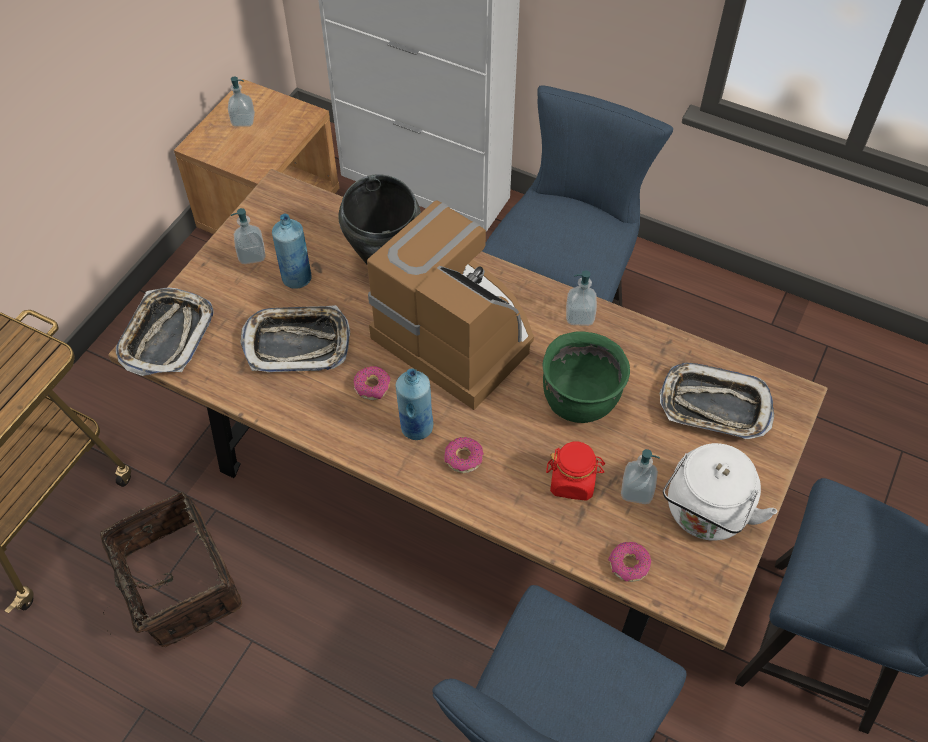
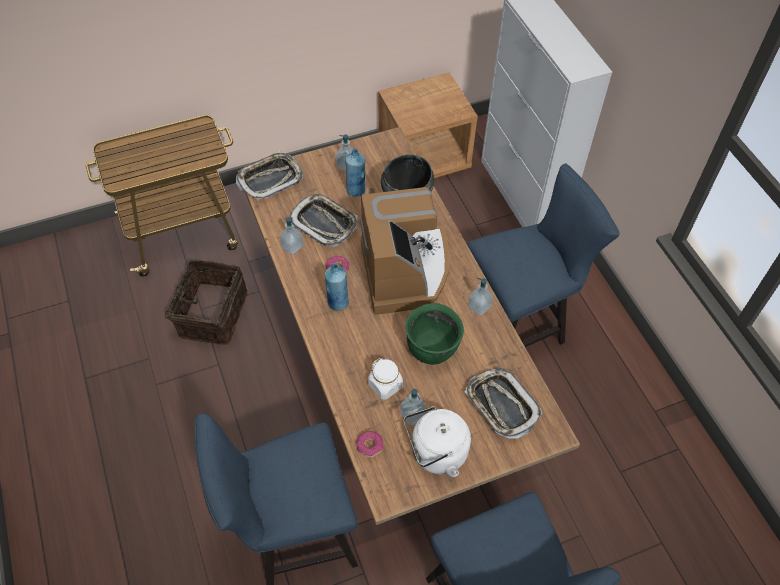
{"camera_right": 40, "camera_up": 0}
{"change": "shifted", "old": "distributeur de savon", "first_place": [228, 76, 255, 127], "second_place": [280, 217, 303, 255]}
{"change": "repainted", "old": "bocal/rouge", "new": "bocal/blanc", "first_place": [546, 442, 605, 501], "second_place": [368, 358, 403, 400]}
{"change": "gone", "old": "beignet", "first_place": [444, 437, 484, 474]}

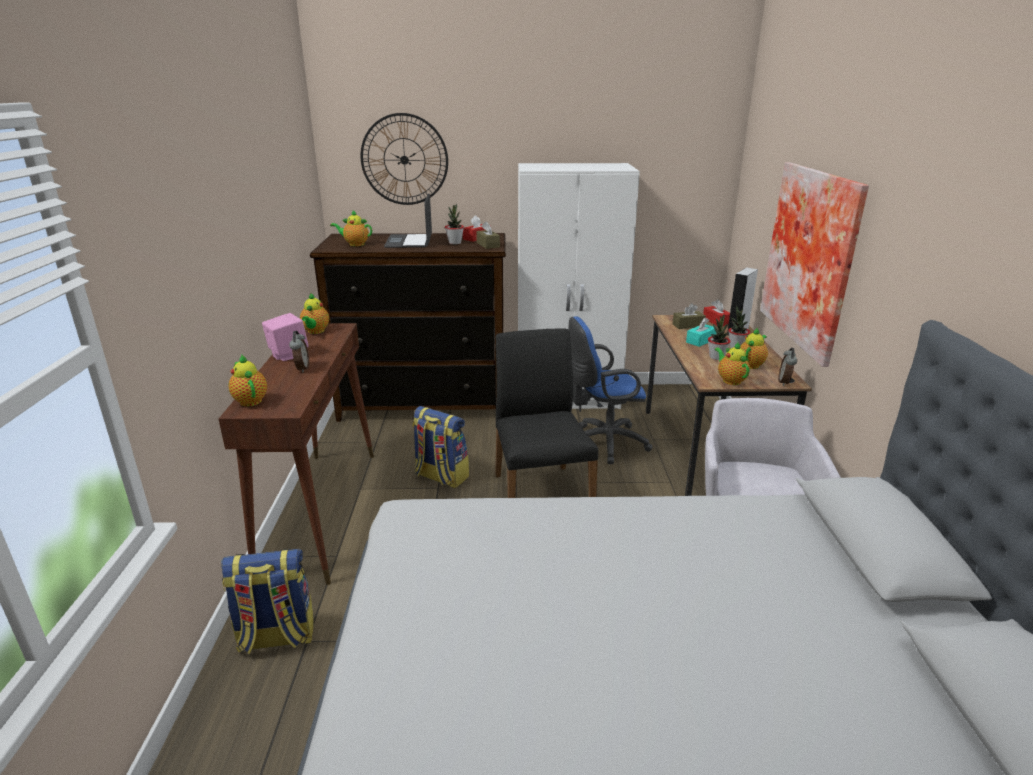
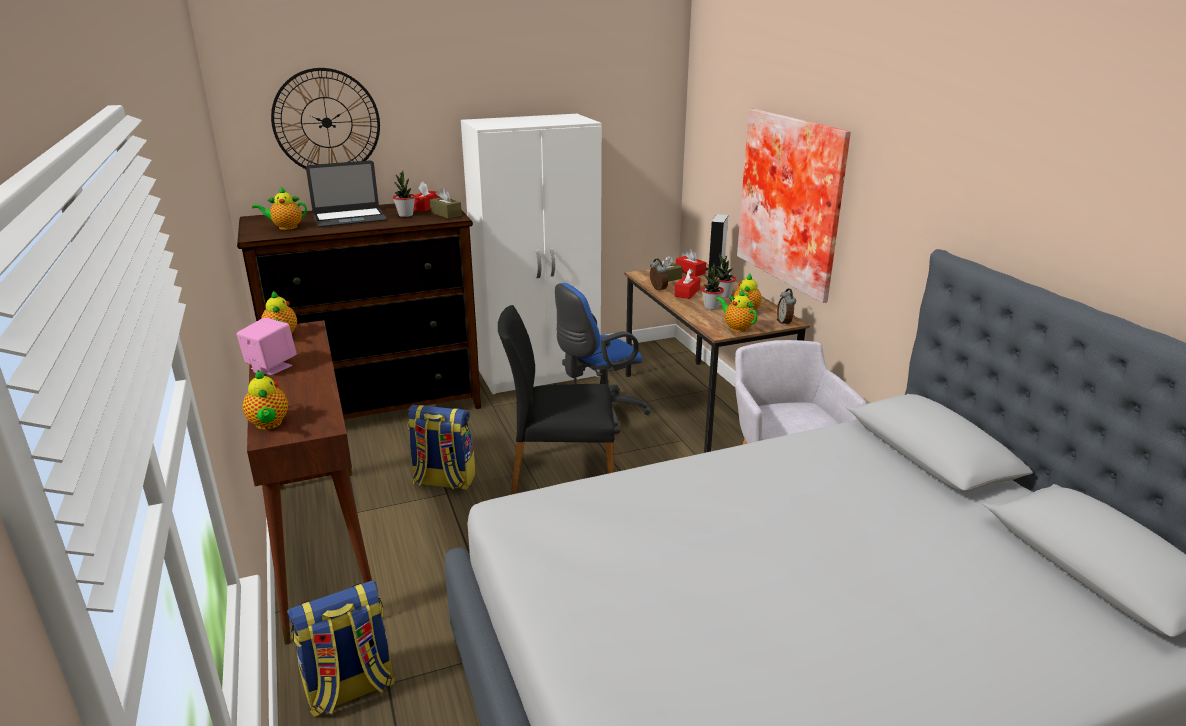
{"camera_right": -20, "camera_up": 0}
{"change": "rotated", "old": "théière", "first_place": [229, 355, 267, 406], "second_place": [242, 370, 288, 430], "degrees": -150}
{"change": "rotated", "old": "ordinateur portable", "first_place": [384, 193, 432, 248], "second_place": [306, 161, 387, 227], "degrees": -90}
{"change": "rotated", "old": "chaise/noir", "first_place": [495, 328, 598, 498], "second_place": [498, 305, 615, 495], "degrees": -60}
{"change": "shifted", "old": "réveil", "first_place": [289, 331, 309, 373], "second_place": [650, 258, 668, 292]}
{"change": "repainted", "old": "boîte à mouchoirs/turquoise", "new": "boîte à mouchoirs/rouge", "first_place": [686, 317, 716, 347], "second_place": [674, 269, 701, 299]}

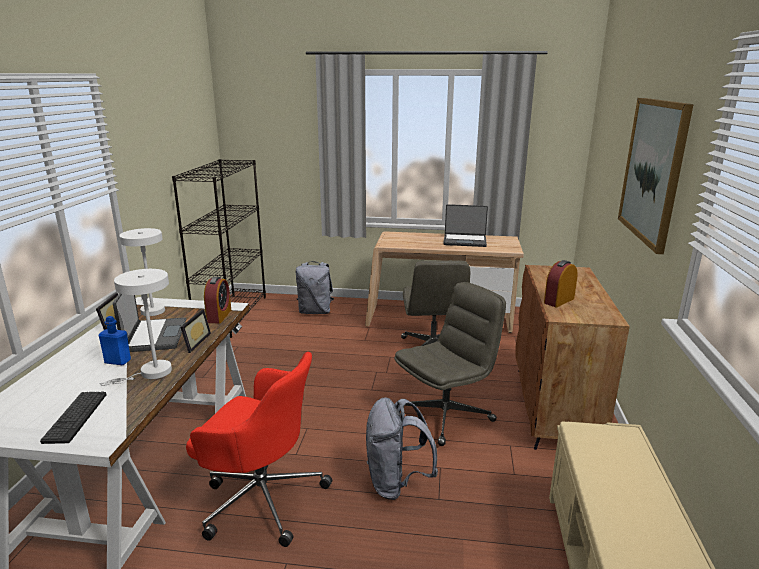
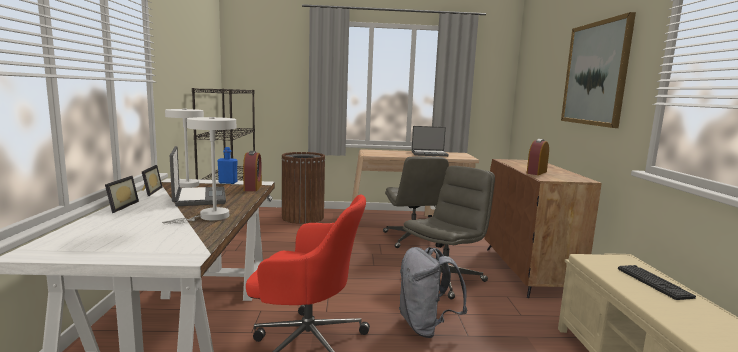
{"camera_right": -10, "camera_up": -10}
{"change": "shifted", "old": "cadre photo", "first_place": [181, 309, 211, 353], "second_place": [105, 176, 139, 213]}
{"change": "shifted", "old": "bouteille/bleu", "first_place": [98, 316, 131, 365], "second_place": [217, 147, 238, 184]}
{"change": "swapped", "old": "sac à dos/gris", "new": "poubelle/marron", "first_place": [295, 261, 334, 314], "second_place": [281, 152, 326, 224]}
{"change": "shifted", "old": "clavier", "first_place": [40, 392, 106, 444], "second_place": [618, 265, 696, 300]}

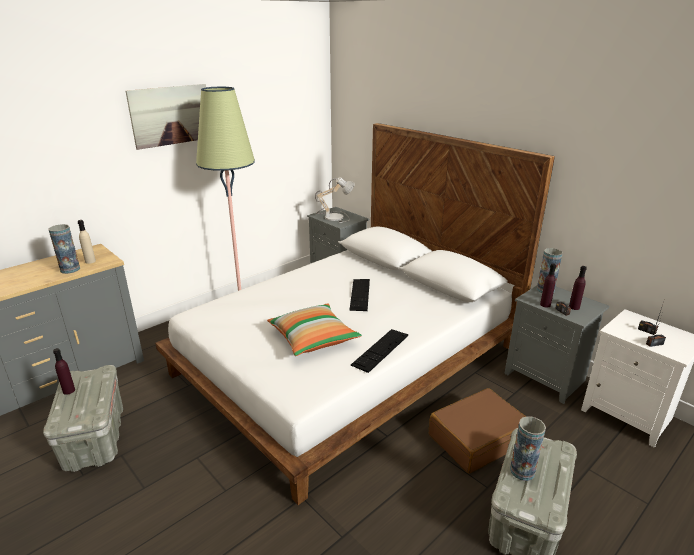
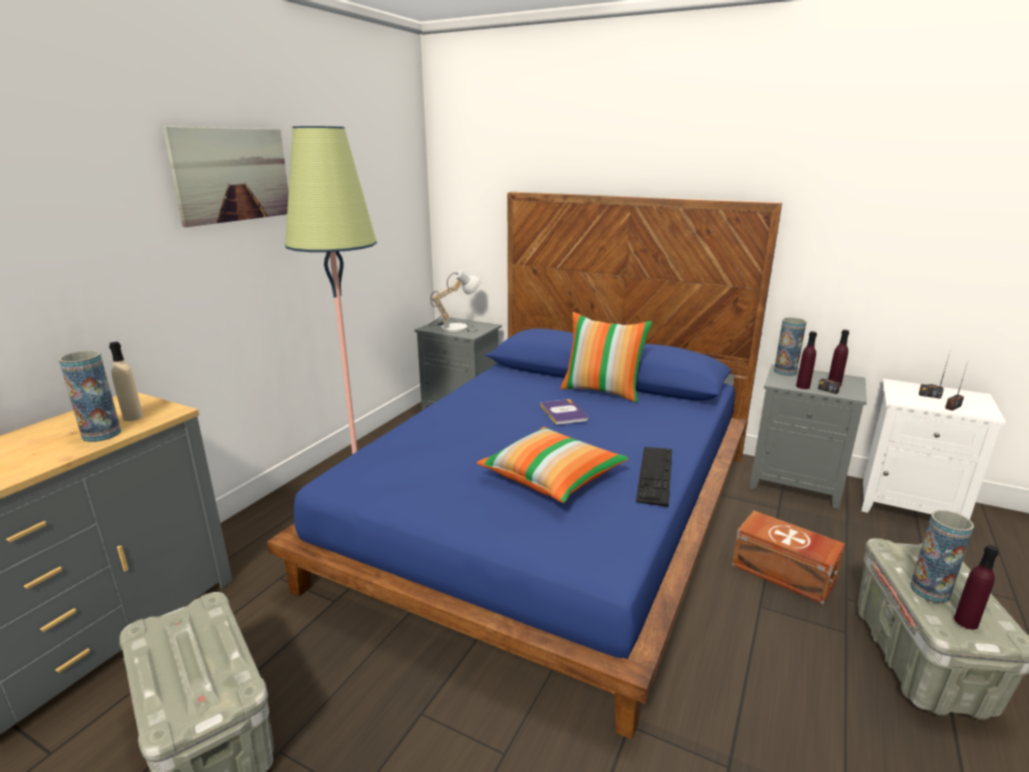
{"camera_right": -20, "camera_up": -5}
{"change": "repainted", "old": "lit/blanc", "new": "lit/bleu", "first_place": [155, 123, 555, 505], "second_place": [267, 192, 782, 740]}
{"change": "swapped", "old": "clavier", "new": "livre", "first_place": [349, 279, 370, 311], "second_place": [540, 399, 588, 425]}
{"change": "new", "new": "coussin", "second_place": [561, 312, 652, 403]}
{"change": "swapped", "old": "valise/marron", "new": "boîte de rangement/marron", "first_place": [429, 388, 526, 474], "second_place": [732, 511, 845, 604]}
{"change": "shifted", "old": "bouteille/violet", "first_place": [53, 348, 75, 395], "second_place": [954, 545, 999, 630]}

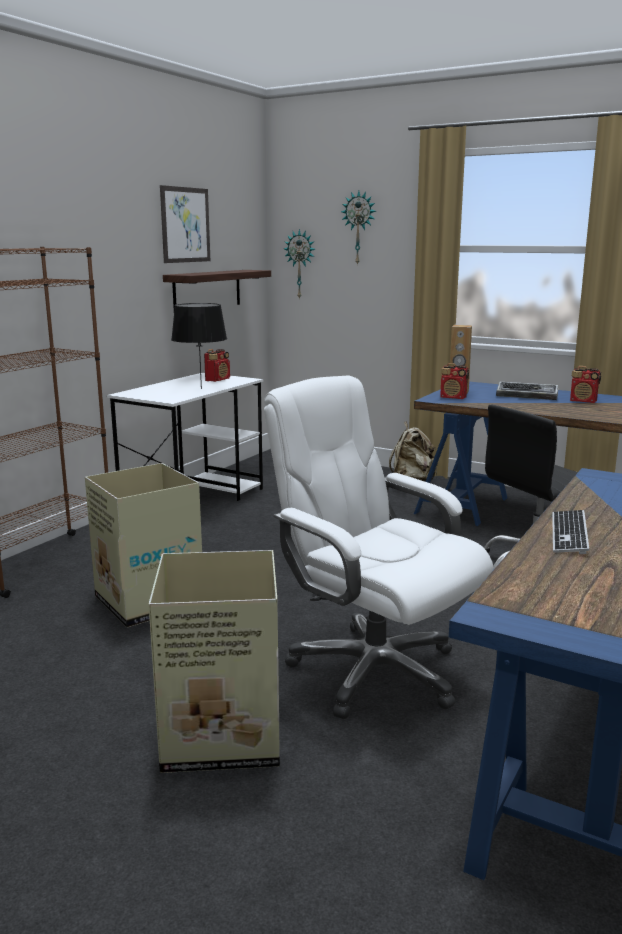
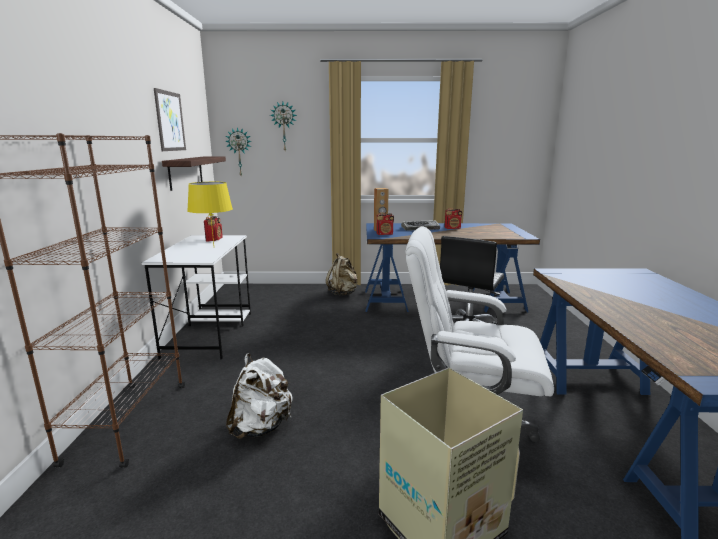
{"camera_right": -30, "camera_up": 0}
{"change": "repainted", "old": "lampe de table/noir", "new": "lampe de table/jaune", "first_place": [171, 303, 227, 389], "second_place": [187, 182, 233, 245]}
{"change": "swapped", "old": "carton", "new": "sac à dos/blanc", "first_place": [85, 463, 202, 628], "second_place": [226, 353, 293, 439]}
{"change": "gone", "old": "clavier", "first_place": [552, 510, 589, 554]}

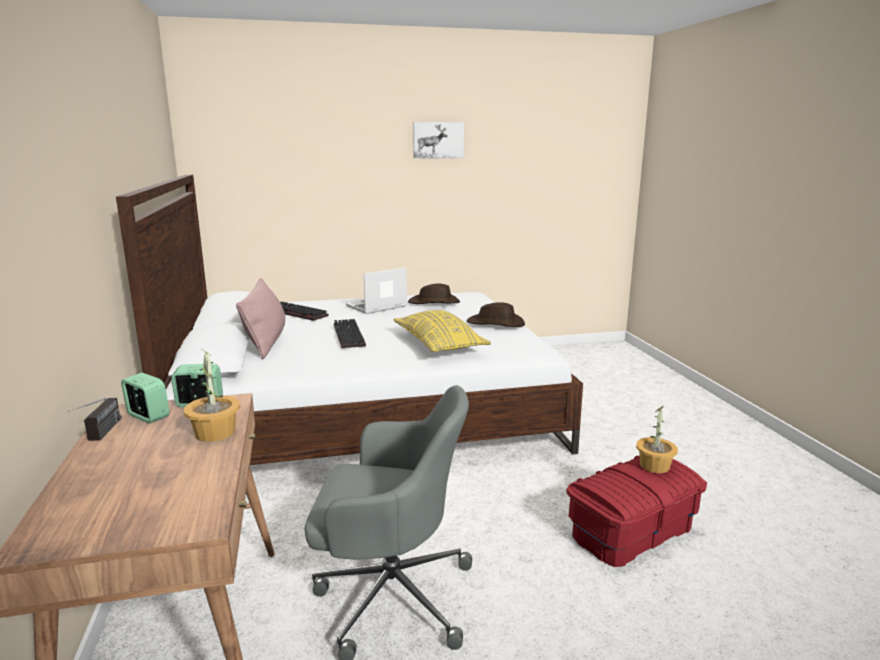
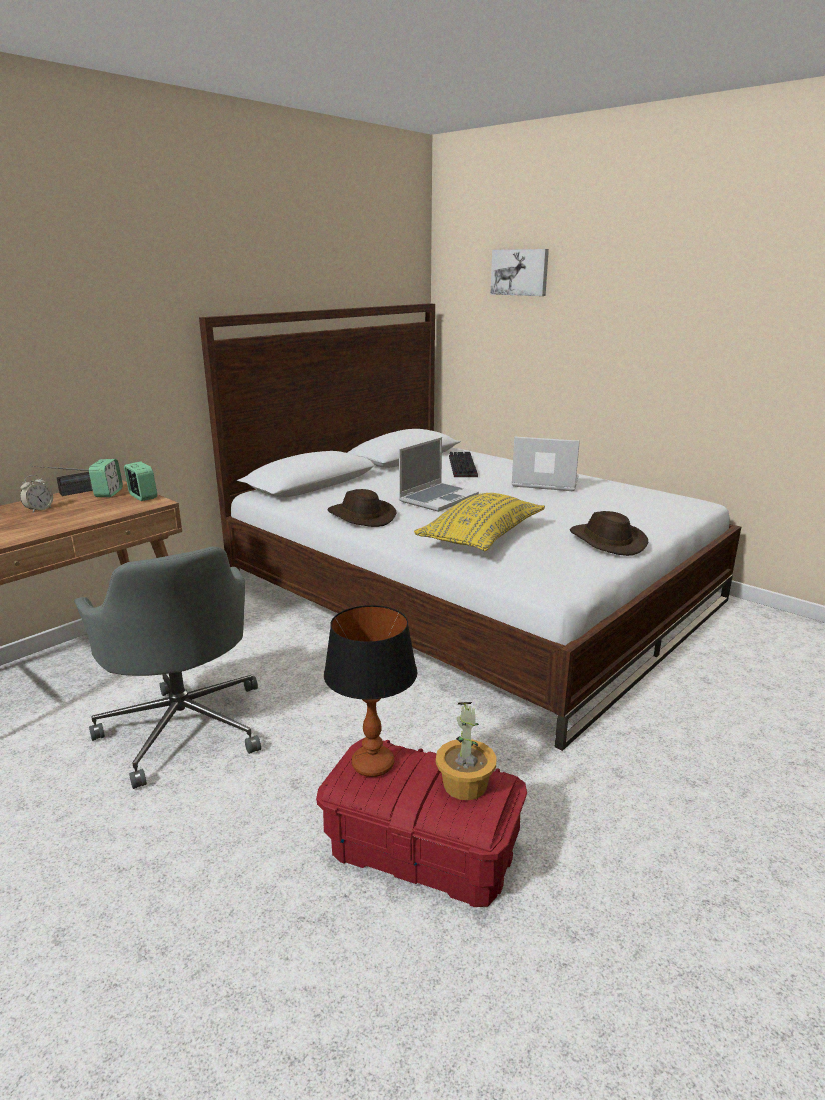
{"camera_right": 55, "camera_up": 5}
{"change": "new", "new": "réveil", "second_place": [20, 475, 53, 513]}
{"change": "new", "new": "lampe de table", "second_place": [324, 605, 417, 777]}
{"change": "shifted", "old": "chapeau/marron", "first_place": [408, 284, 460, 304], "second_place": [328, 489, 396, 527]}
{"change": "swapped", "old": "clavier", "new": "ordinateur portable", "first_place": [334, 319, 366, 348], "second_place": [399, 437, 479, 512]}
{"change": "shifted", "old": "tableau", "first_place": [413, 122, 464, 159], "second_place": [490, 249, 549, 296]}
{"change": "gone", "old": "plante en pot", "first_place": [183, 348, 240, 442]}
{"change": "gone", "old": "coussin/rose", "first_place": [236, 278, 285, 359]}

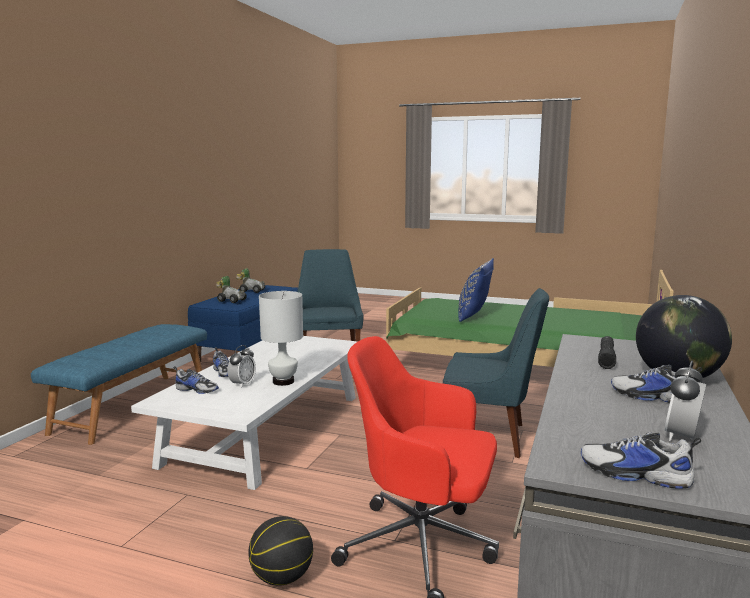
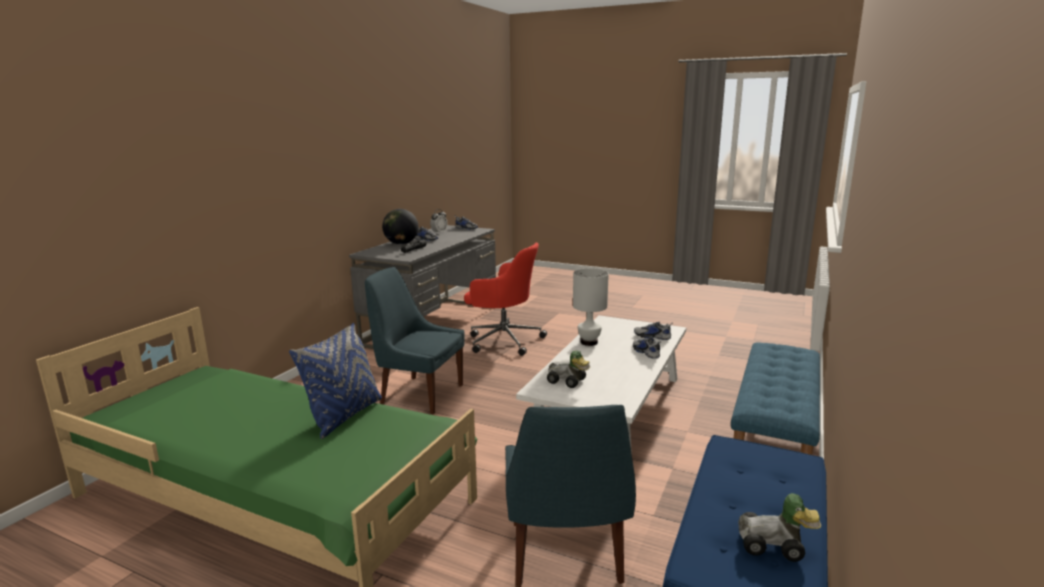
{"camera_right": -175, "camera_up": 5}
{"change": "shifted", "old": "petite voiture", "first_place": [216, 276, 247, 303], "second_place": [547, 350, 590, 388]}
{"change": "gone", "old": "réveil", "first_place": [227, 345, 256, 388]}
{"change": "gone", "old": "ballon de basket", "first_place": [248, 516, 313, 586]}

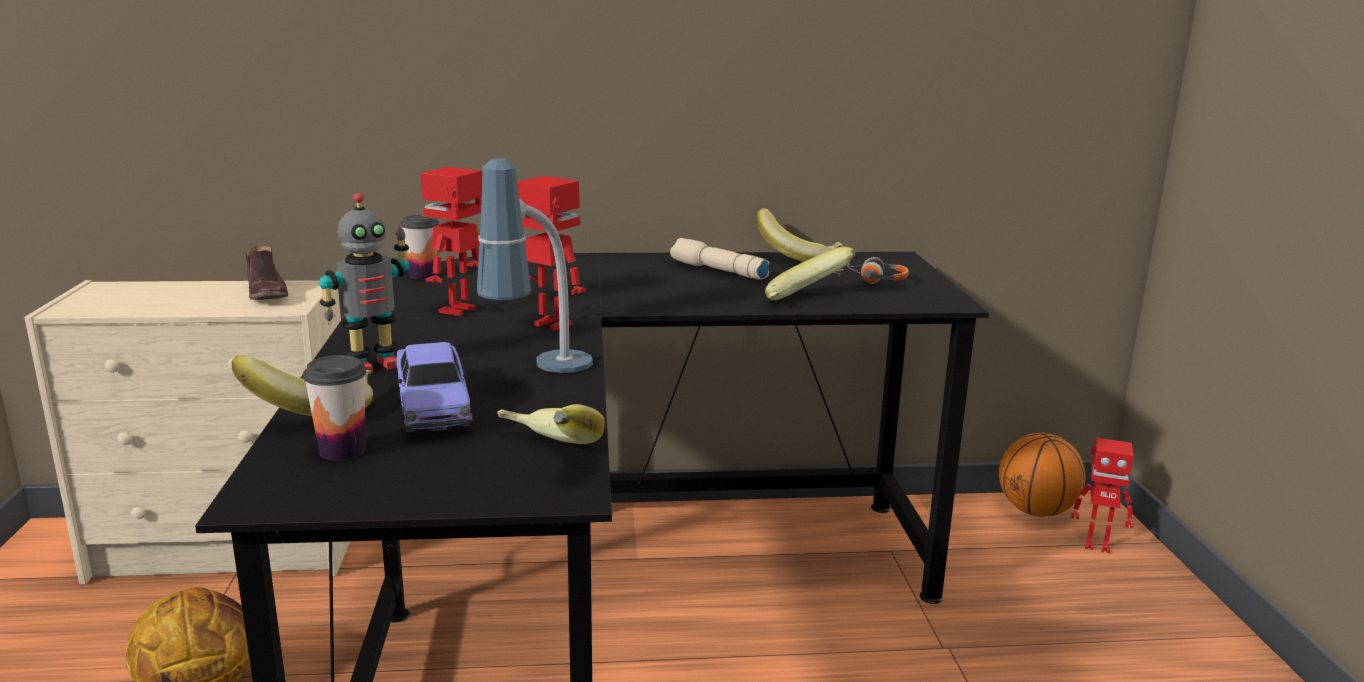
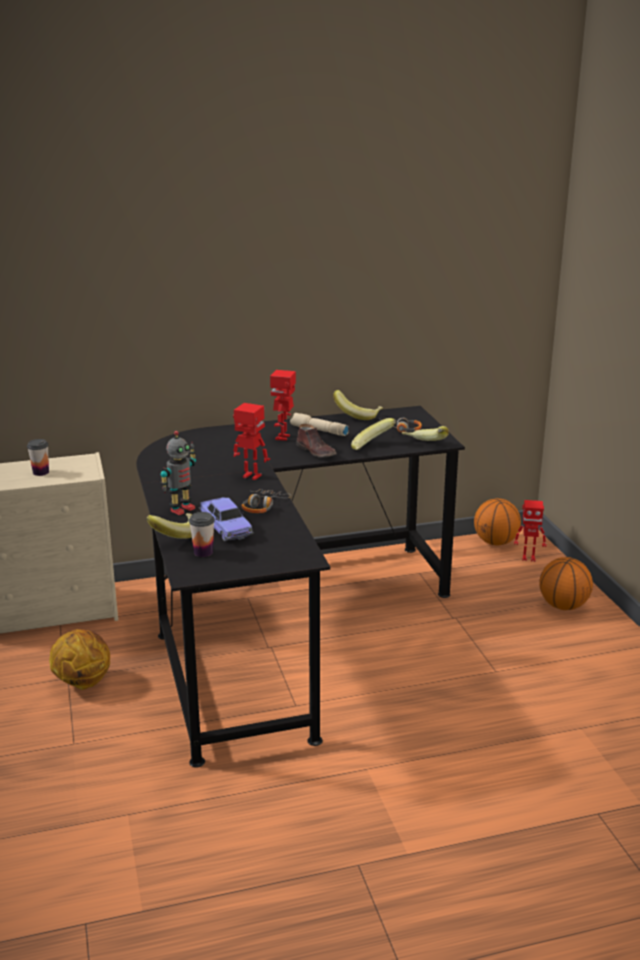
{"camera_right": -10, "camera_up": 5}
{"change": "shifted", "old": "tasse", "first_place": [401, 215, 439, 279], "second_place": [27, 439, 49, 476]}
{"change": "swapped", "old": "lampe de table", "new": "casque audio", "first_place": [477, 158, 593, 373], "second_place": [242, 489, 291, 513]}
{"change": "shifted", "old": "robot jouet", "first_place": [421, 167, 483, 316], "second_place": [270, 370, 296, 441]}
{"change": "shifted", "old": "chaussure/marron", "first_place": [246, 246, 288, 300], "second_place": [296, 424, 337, 457]}
{"change": "shifted", "old": "banane", "first_place": [497, 404, 605, 444], "second_place": [402, 426, 449, 441]}
{"change": "new", "new": "ballon de basket", "second_place": [539, 557, 593, 610]}

